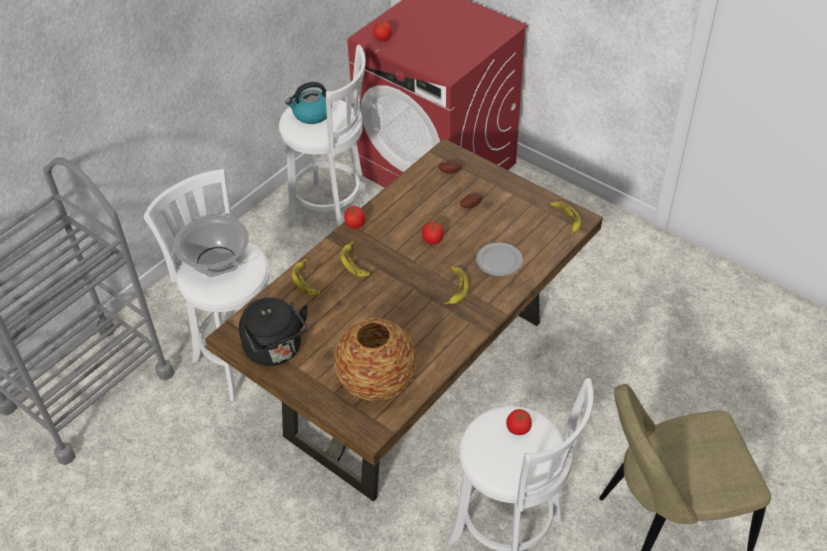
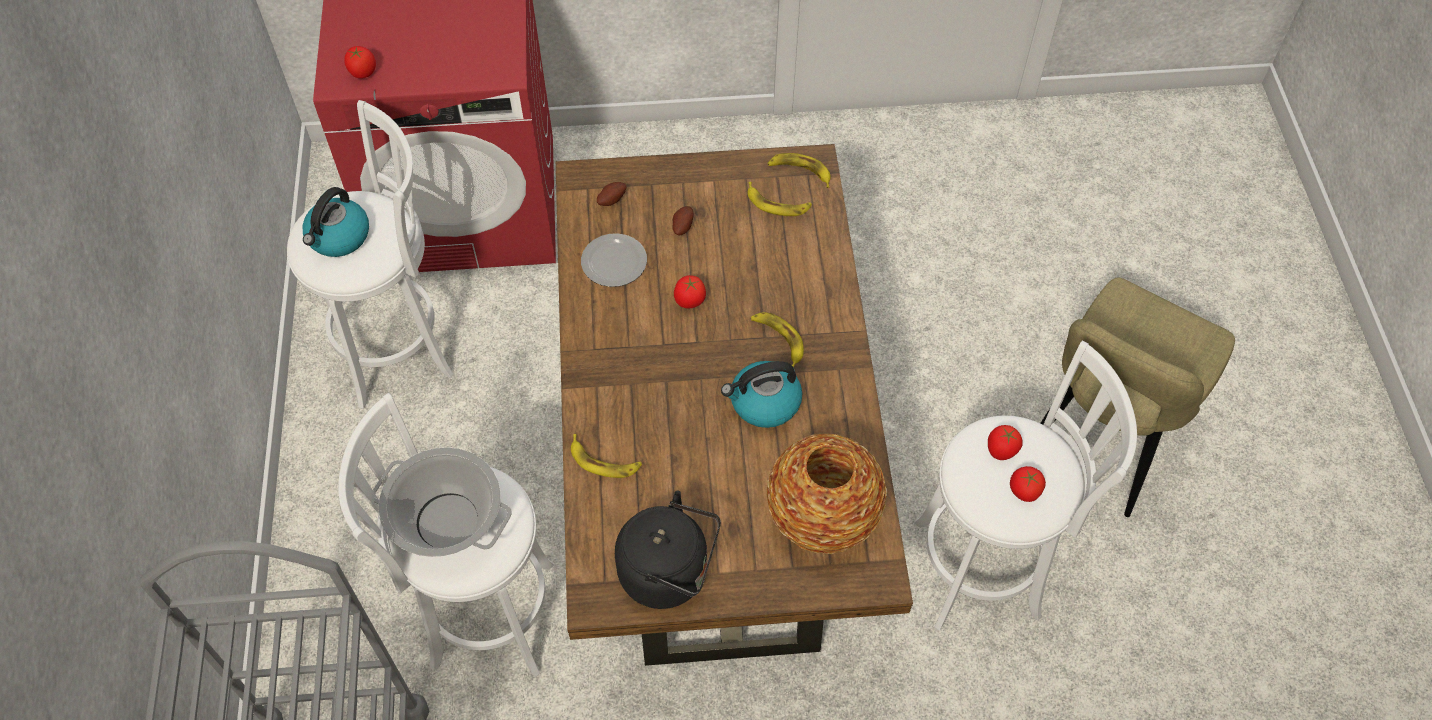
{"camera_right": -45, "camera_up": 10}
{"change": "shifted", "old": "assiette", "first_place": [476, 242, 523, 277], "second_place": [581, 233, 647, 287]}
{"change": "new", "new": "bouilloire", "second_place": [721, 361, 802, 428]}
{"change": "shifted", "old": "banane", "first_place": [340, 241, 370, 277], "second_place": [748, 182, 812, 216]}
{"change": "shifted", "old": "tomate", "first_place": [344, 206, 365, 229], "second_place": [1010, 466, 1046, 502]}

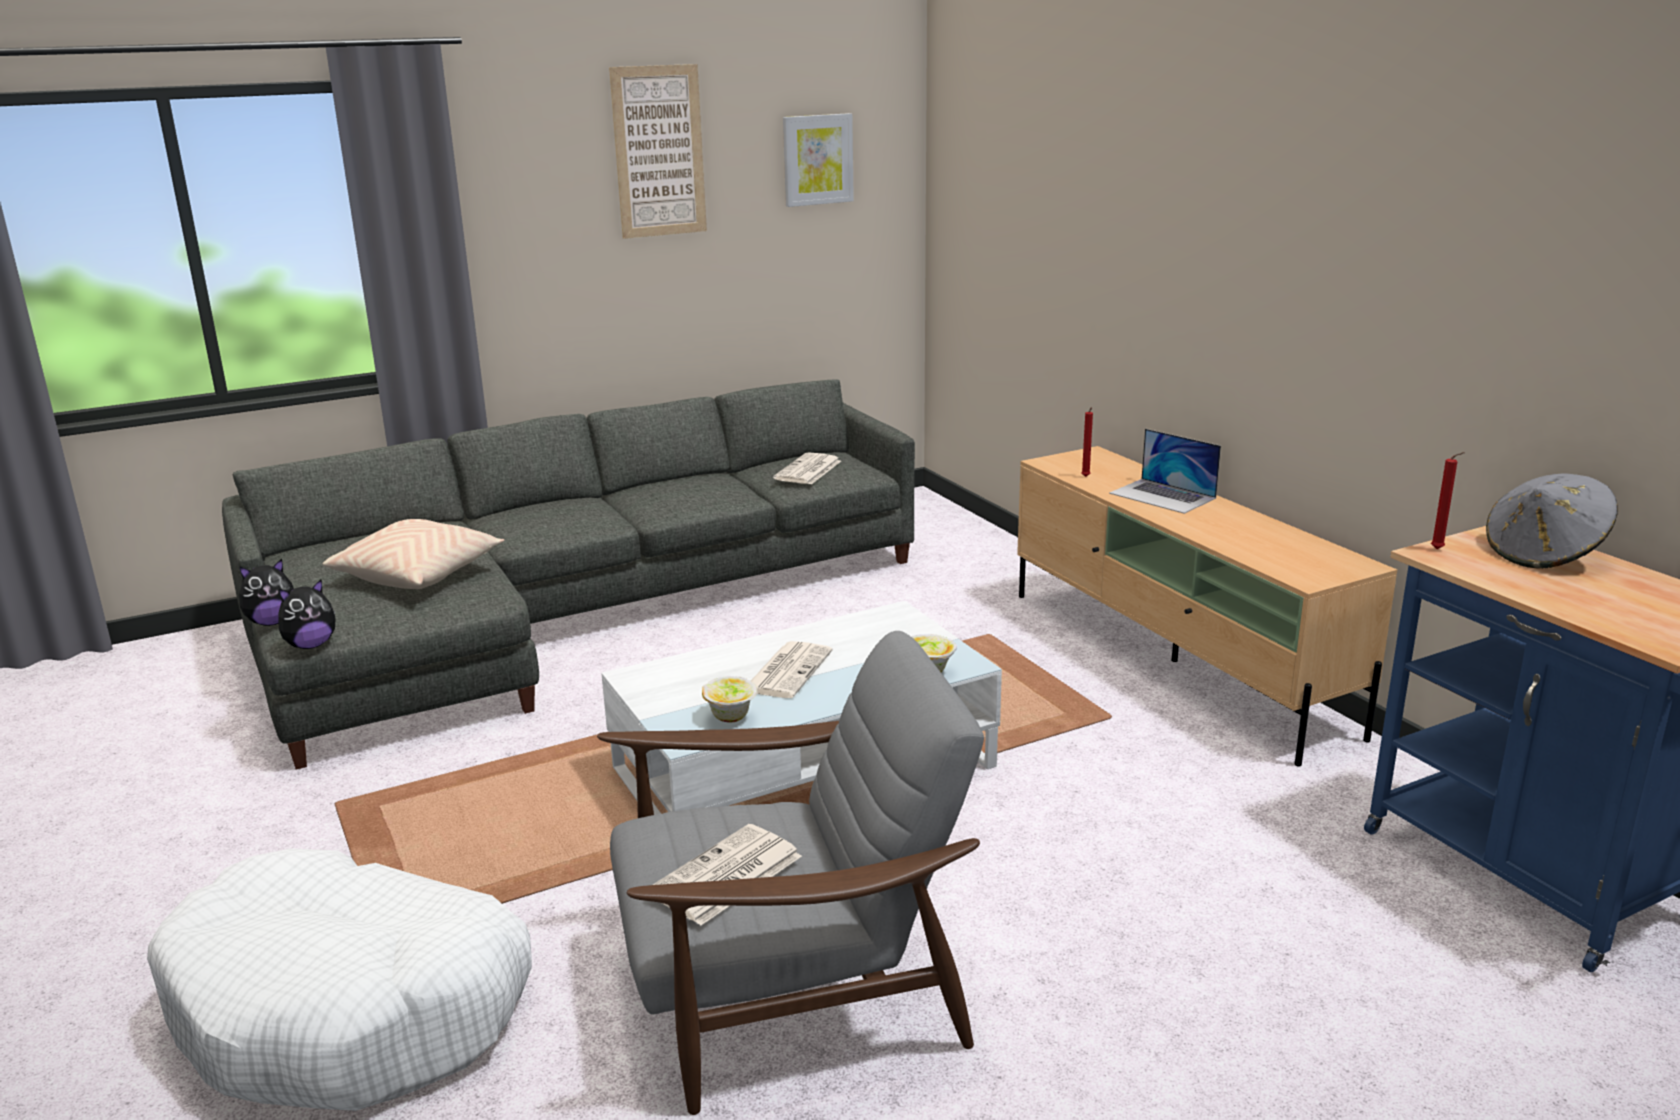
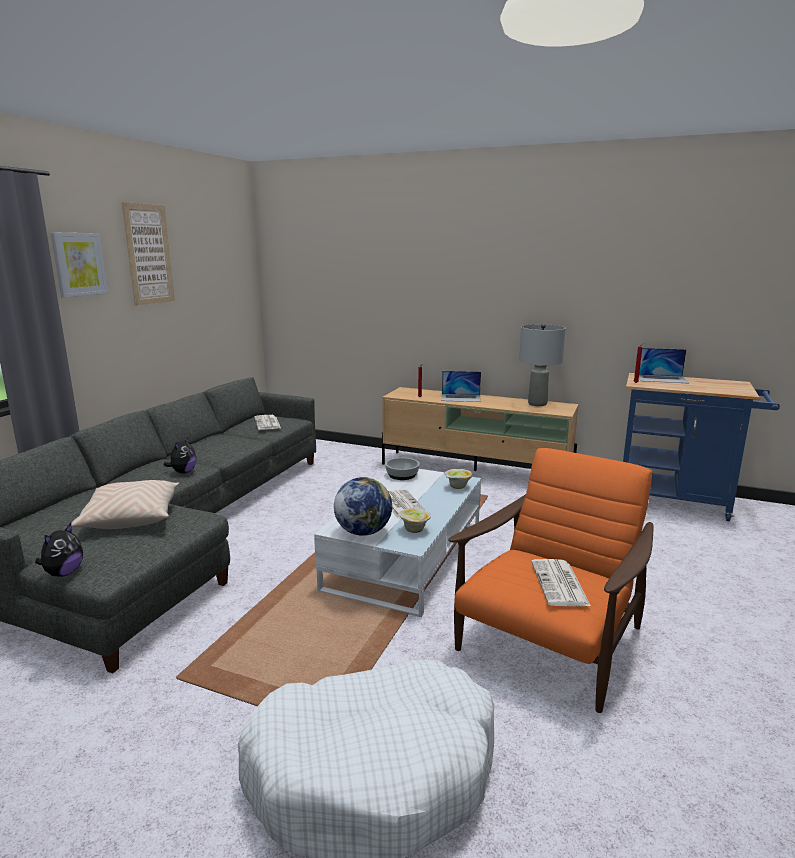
{"camera_right": -40, "camera_up": -5}
{"change": "shifted", "old": "tableau", "first_place": [783, 113, 854, 207], "second_place": [51, 233, 108, 298]}
{"change": "shifted", "old": "peluche", "first_place": [278, 579, 335, 649], "second_place": [164, 437, 196, 474]}
{"change": "new", "new": "globe", "second_place": [334, 477, 392, 536]}
{"change": "new", "new": "bol", "second_place": [385, 458, 420, 480]}
{"change": "repainted", "old": "fauteuil/gris", "new": "fauteuil/orange", "first_place": [597, 631, 984, 1115], "second_place": [448, 448, 654, 713]}
{"change": "new", "new": "lampe de table/gris", "second_place": [519, 324, 566, 406]}
{"change": "swapped", "old": "chapeau/gris", "new": "ordinateur portable", "first_place": [1486, 473, 1618, 569], "second_place": [639, 348, 689, 383]}

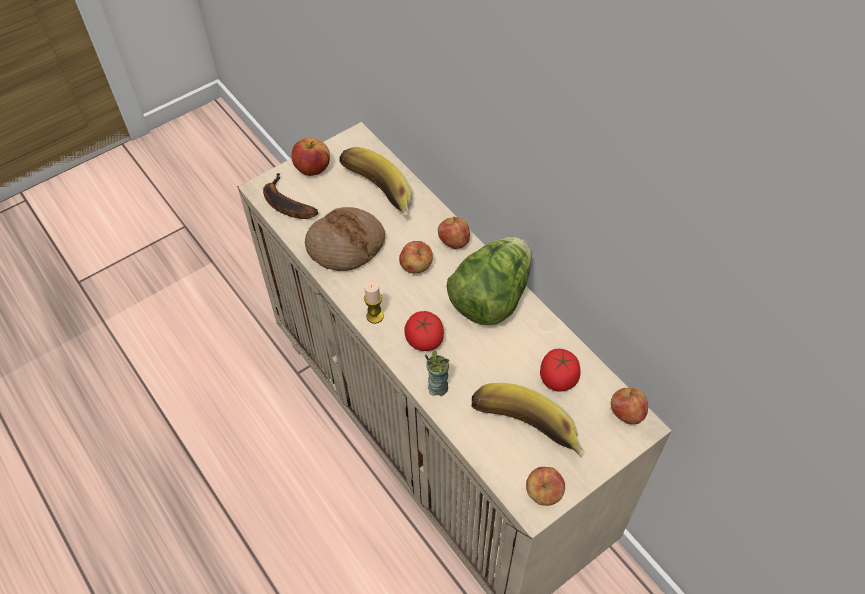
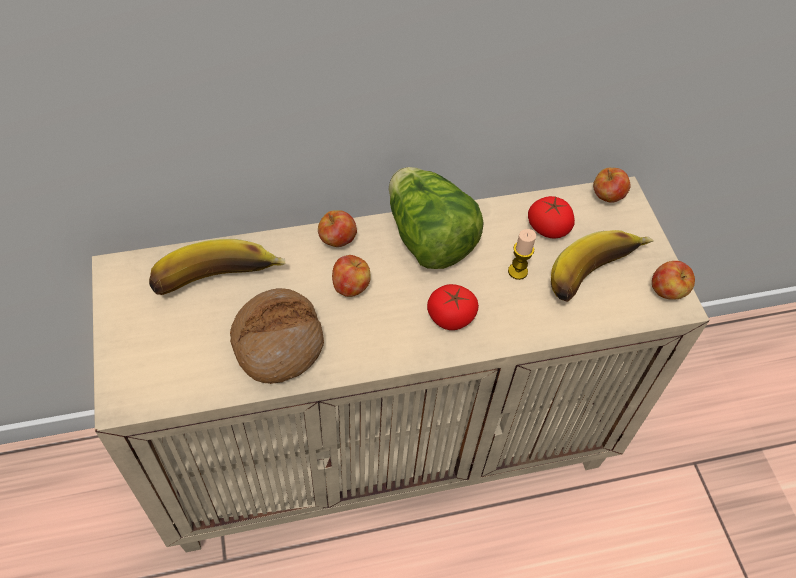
{"camera_right": -70, "camera_up": 0}
{"change": "shifted", "old": "bougie", "first_place": [364, 281, 384, 324], "second_place": [508, 229, 536, 280]}
{"change": "gone", "old": "banane", "first_place": [263, 173, 318, 219]}
{"change": "gone", "old": "pomme", "first_place": [291, 138, 330, 176]}
{"change": "gone", "old": "tasse", "first_place": [425, 351, 449, 396]}

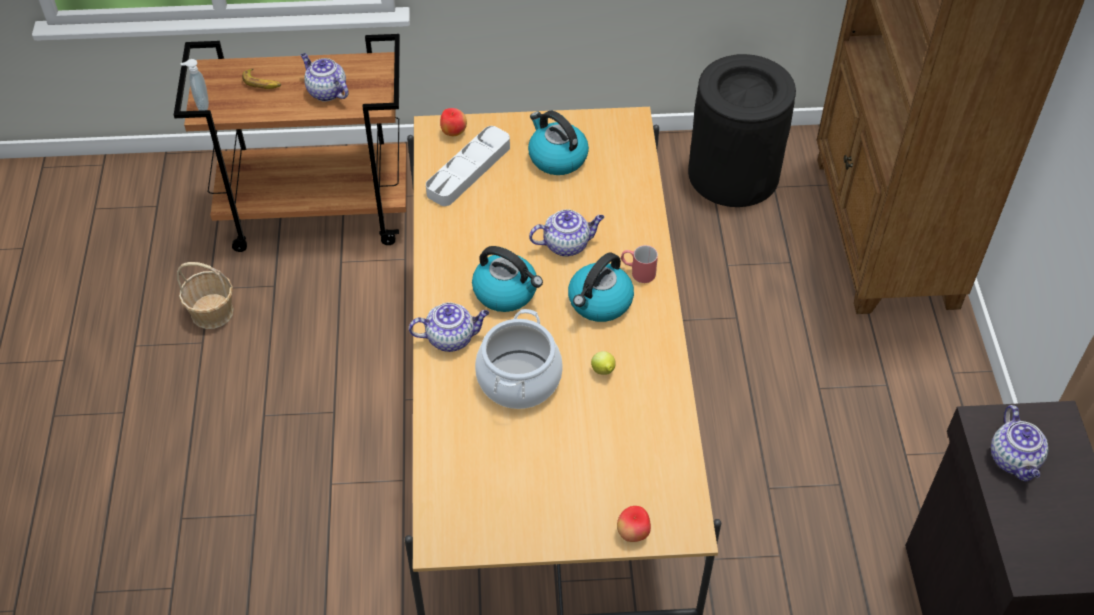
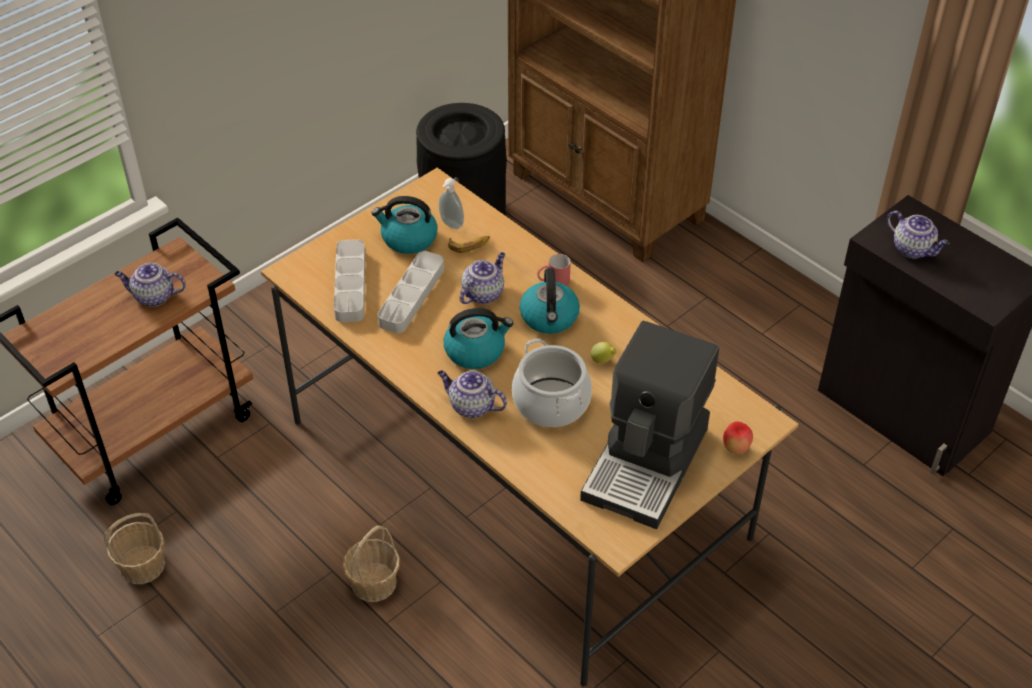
{"camera_right": -40, "camera_up": -5}
{"change": "new", "new": "panier", "second_place": [343, 525, 400, 602]}
{"change": "new", "new": "plateau/gris", "second_place": [378, 251, 444, 333]}
{"change": "rotated", "old": "théière", "first_place": [409, 303, 489, 352], "second_place": [438, 370, 507, 418], "degrees": -105}
{"change": "shifted", "old": "distributeur de savon", "first_place": [181, 59, 209, 111], "second_place": [439, 178, 464, 229]}
{"change": "shifted", "old": "banane", "first_place": [242, 68, 281, 89], "second_place": [448, 236, 490, 253]}
{"change": "new", "new": "machine à café", "second_place": [580, 321, 719, 529]}
{"change": "gone", "old": "pomme", "first_place": [440, 108, 467, 136]}

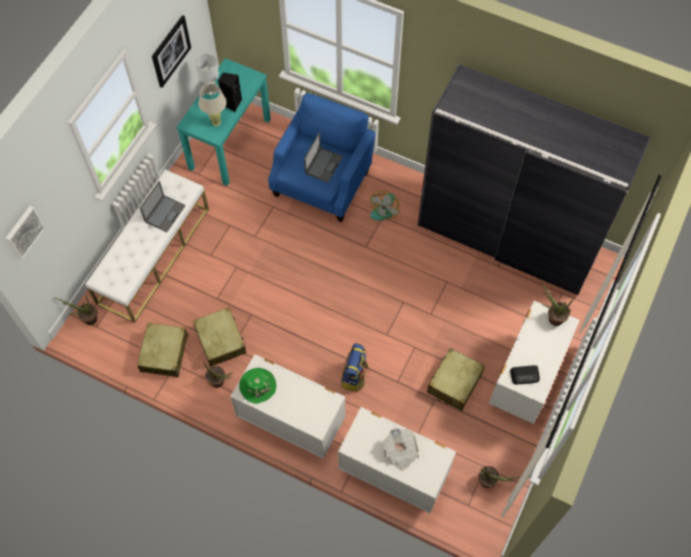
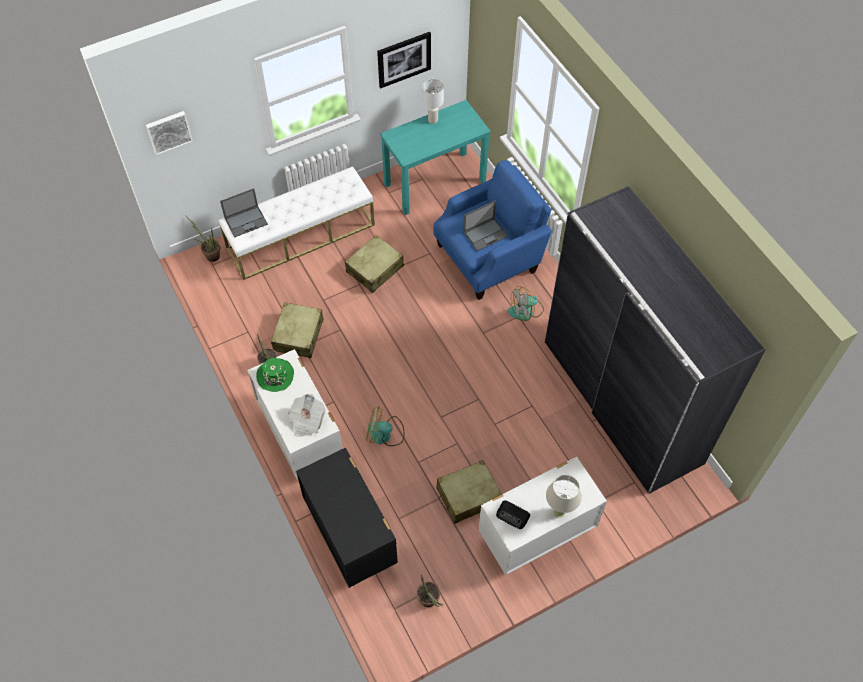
{"camera_right": 35, "camera_up": -5}
{"change": "shifted", "old": "ordinateur portable", "first_place": [140, 181, 186, 232], "second_place": [220, 188, 268, 237]}
{"change": "shifted", "old": "journal", "first_place": [384, 427, 419, 471], "second_place": [289, 394, 325, 437]}
{"change": "repainted", "old": "commode/blanc", "new": "commode/noir", "first_place": [338, 407, 456, 513], "second_place": [296, 447, 398, 588]}
{"change": "shifted", "old": "valise/beige", "first_place": [137, 323, 188, 377], "second_place": [345, 235, 404, 293]}
{"change": "swapped", "old": "sac à dos", "new": "ventilateur", "first_place": [341, 343, 368, 392], "second_place": [366, 407, 404, 446]}
{"change": "shifted", "old": "lampe de table/beige", "first_place": [198, 83, 227, 126], "second_place": [546, 475, 582, 518]}
{"change": "gone", "old": "enceinte/noir", "first_place": [218, 73, 242, 112]}
{"change": "gone", "old": "plante en pot", "first_place": [542, 284, 575, 326]}

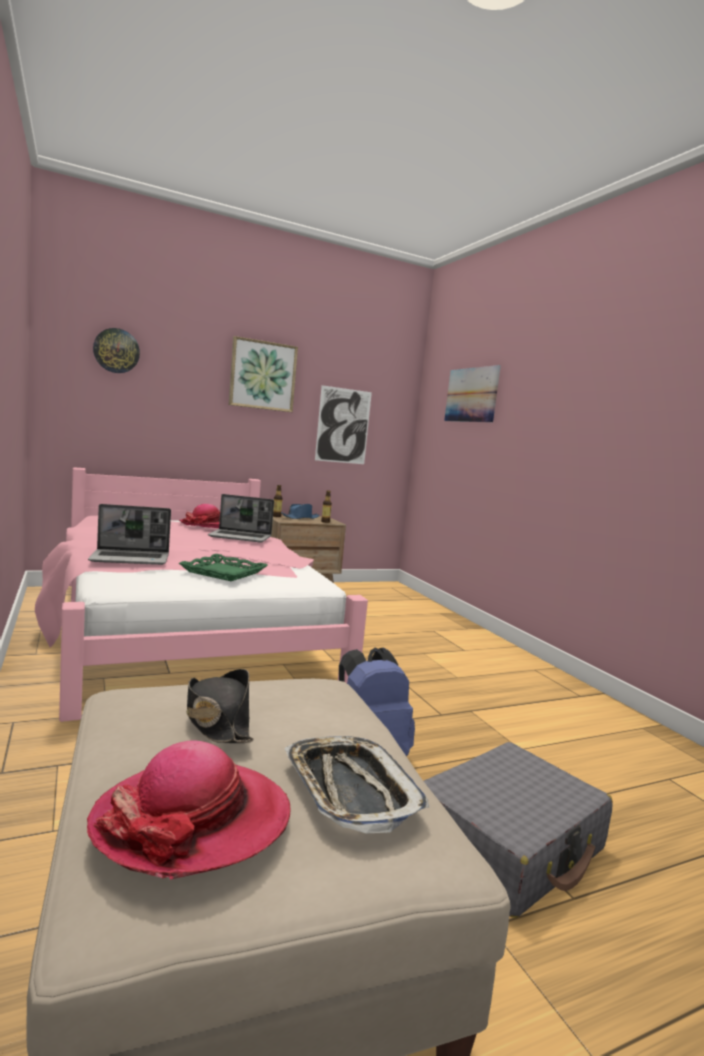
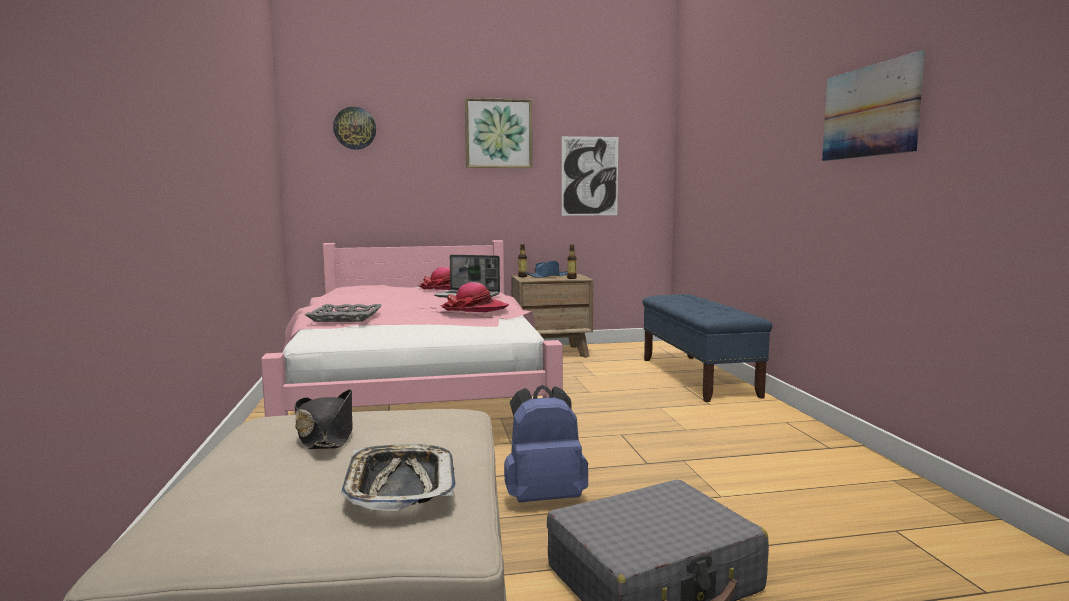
{"camera_right": 15, "camera_up": 0}
{"change": "swapped", "old": "ordinateur portable", "new": "plateau/gris", "first_place": [88, 504, 171, 565], "second_place": [305, 304, 382, 322]}
{"change": "shifted", "old": "chapeau", "first_place": [87, 740, 291, 880], "second_place": [441, 282, 509, 312]}
{"change": "new", "new": "banc/bleu", "second_place": [643, 294, 772, 402]}
{"change": "shifted", "old": "tableau", "first_place": [444, 365, 501, 423], "second_place": [822, 50, 925, 161]}
{"change": "gone", "old": "plateau/vert", "first_place": [179, 554, 268, 581]}

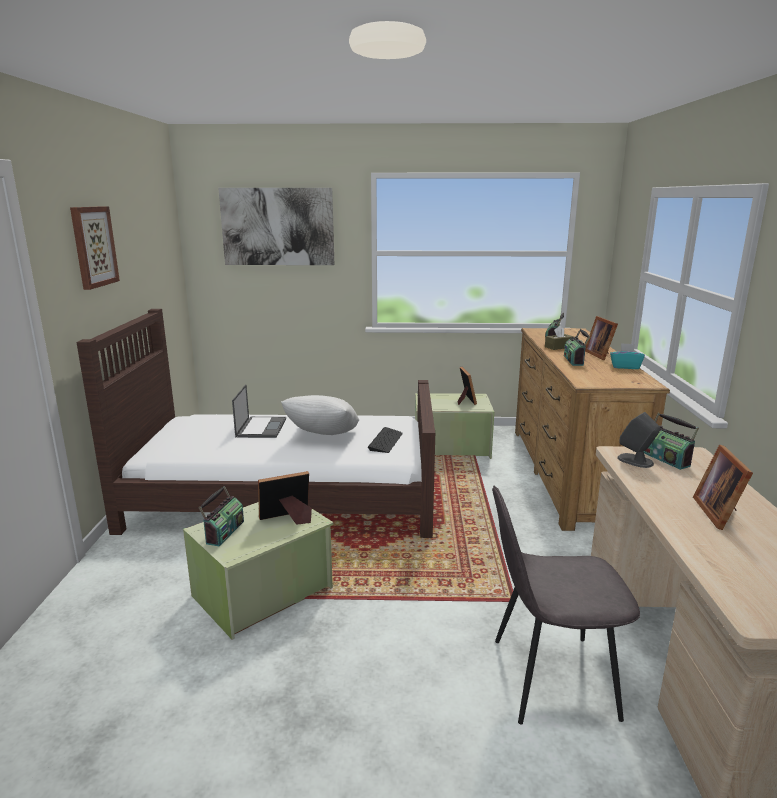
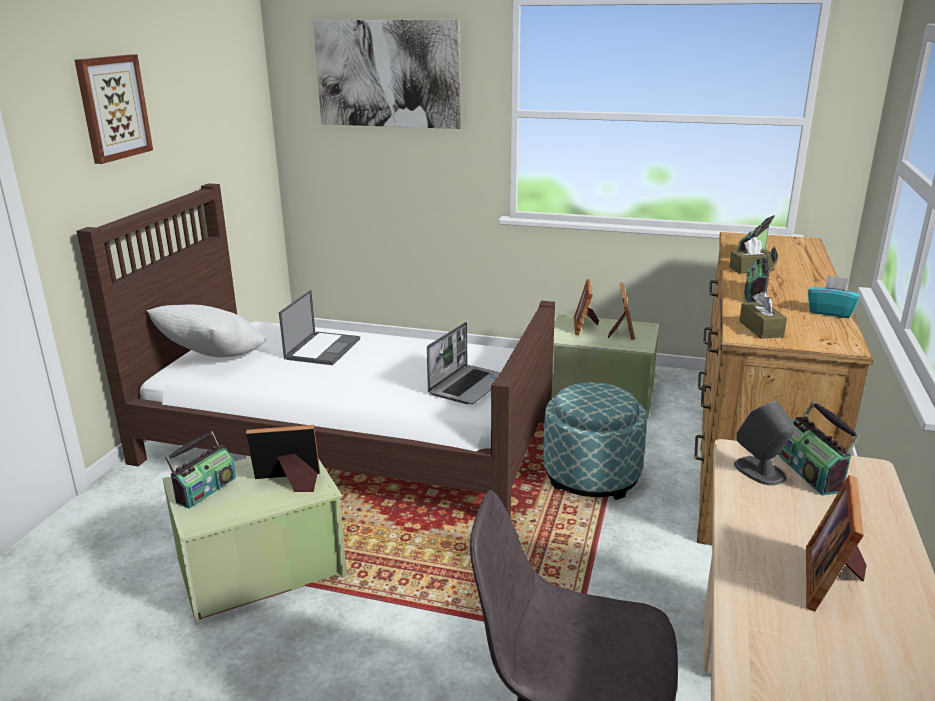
{"camera_right": 15, "camera_up": 5}
{"change": "shifted", "old": "coussin/blanc", "first_place": [281, 395, 359, 435], "second_place": [147, 304, 266, 358]}
{"change": "swapped", "old": "clavier", "new": "ordinateur portable", "first_place": [368, 427, 403, 453], "second_place": [427, 322, 500, 404]}
{"change": "new", "new": "pouf", "second_place": [543, 383, 647, 500]}
{"change": "shifted", "old": "cadre photo", "first_place": [585, 316, 618, 360], "second_place": [574, 279, 599, 335]}
{"change": "new", "new": "boîte à mouchoirs/marron", "second_place": [739, 291, 787, 339]}

